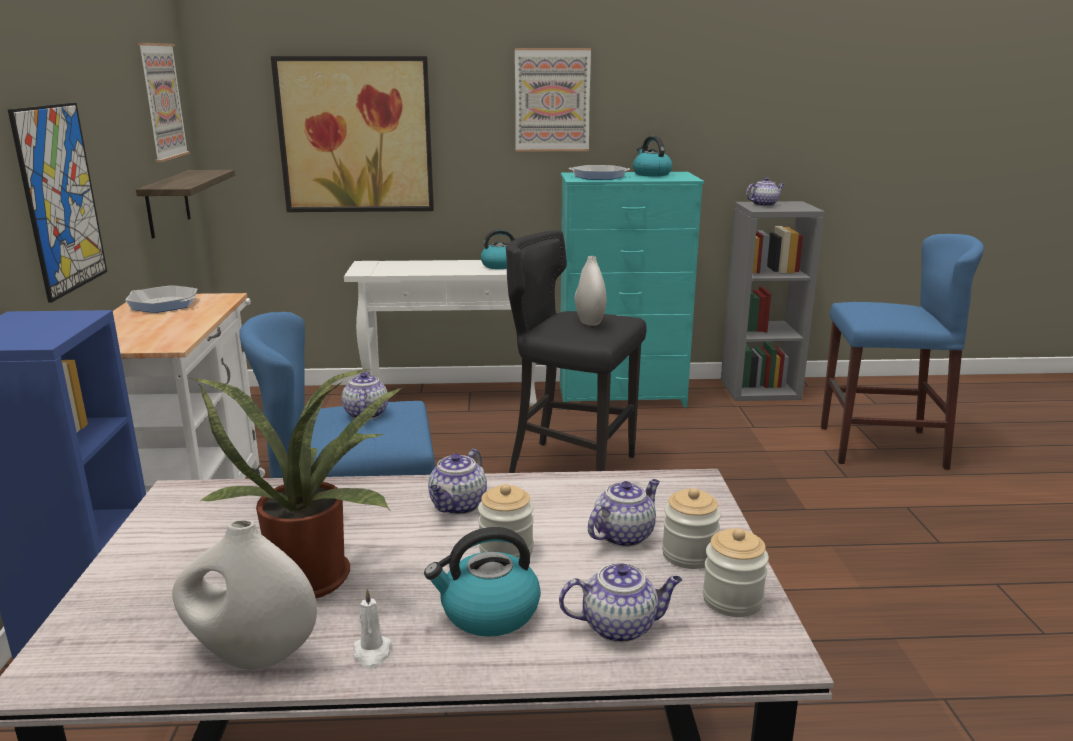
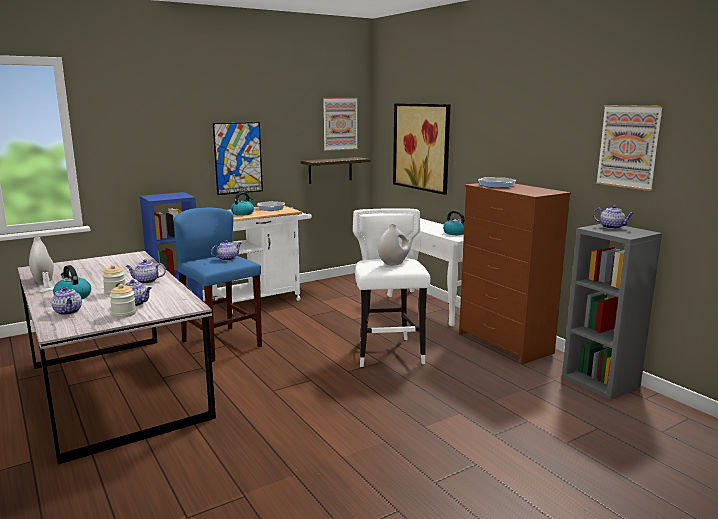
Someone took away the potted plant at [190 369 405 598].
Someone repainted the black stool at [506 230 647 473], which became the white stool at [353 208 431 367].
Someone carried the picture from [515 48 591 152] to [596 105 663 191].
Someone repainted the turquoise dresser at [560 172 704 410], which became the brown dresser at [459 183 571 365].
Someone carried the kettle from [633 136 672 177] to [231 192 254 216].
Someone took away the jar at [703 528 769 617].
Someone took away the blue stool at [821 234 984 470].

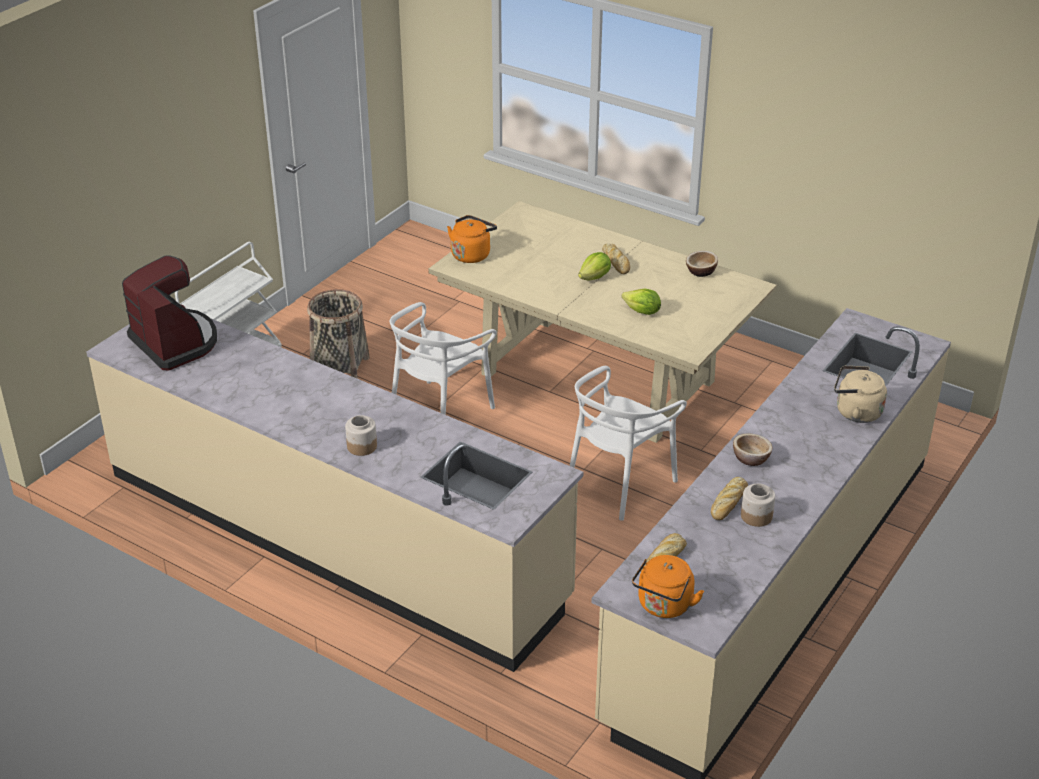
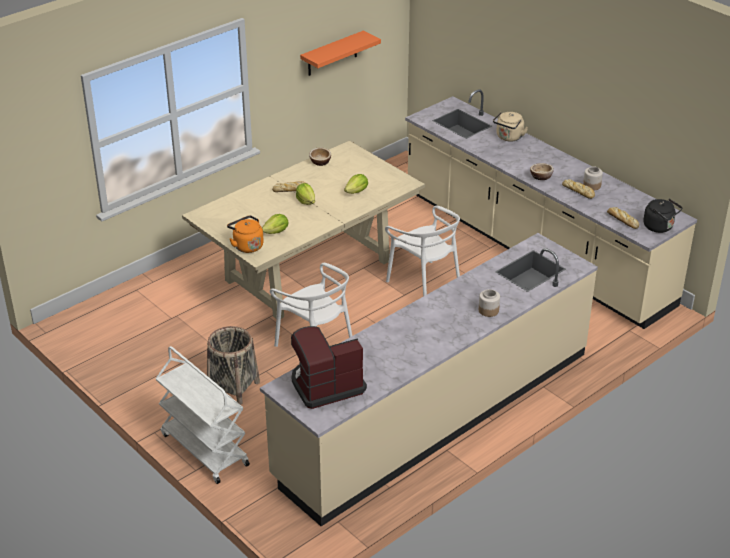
Someone repainted the orange kettle at [632 555 704 618], which became the black kettle at [643 199 683 233].
Someone put down the lettuce at [262 214 289 234].
Someone put up the orange shelf at [300 31 381 76].

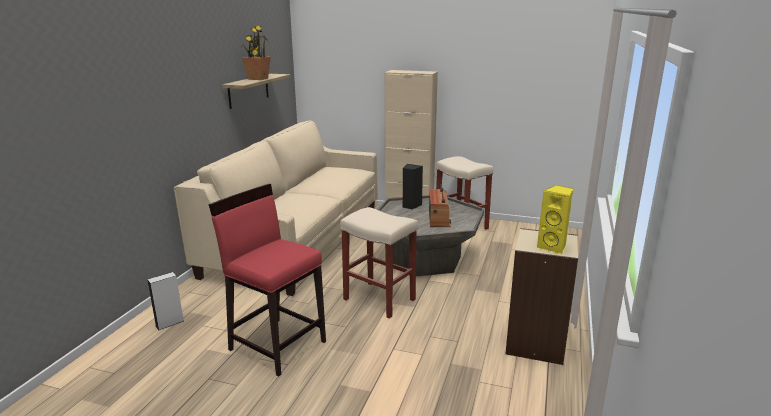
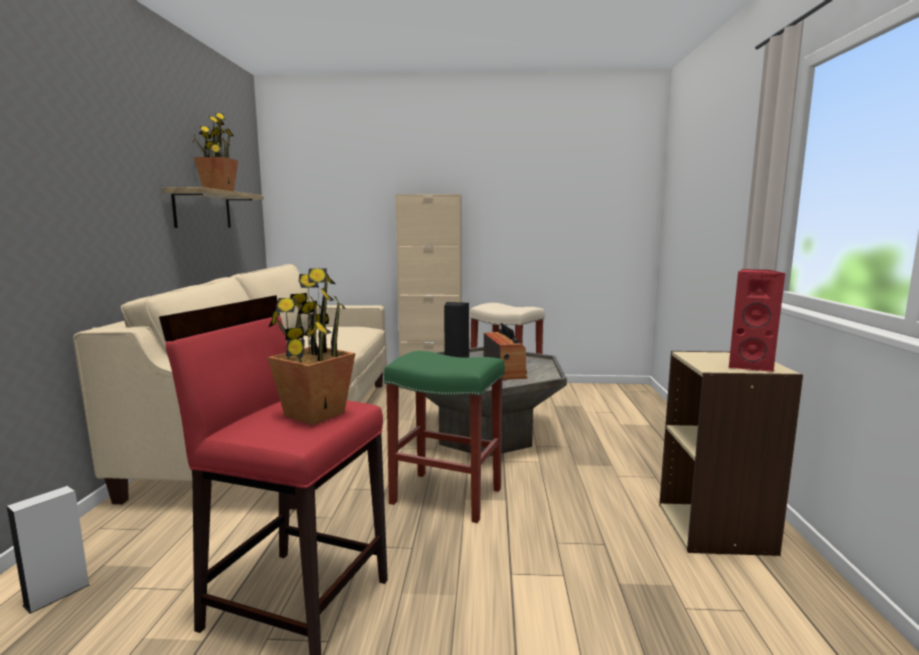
Someone repainted the beige stool at [340 207 418 319], which became the green stool at [384 351 505 523].
Someone repainted the yellow speaker at [537 185 573 254], which became the red speaker at [728 269 785 372].
Someone put down the potted plant at [267 268 356 425].

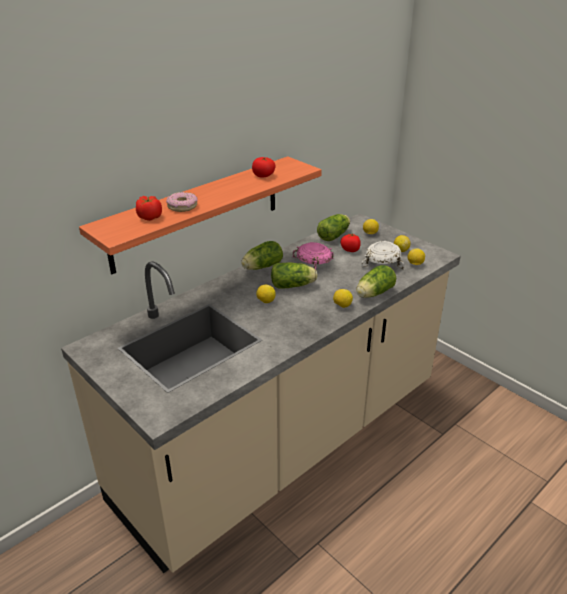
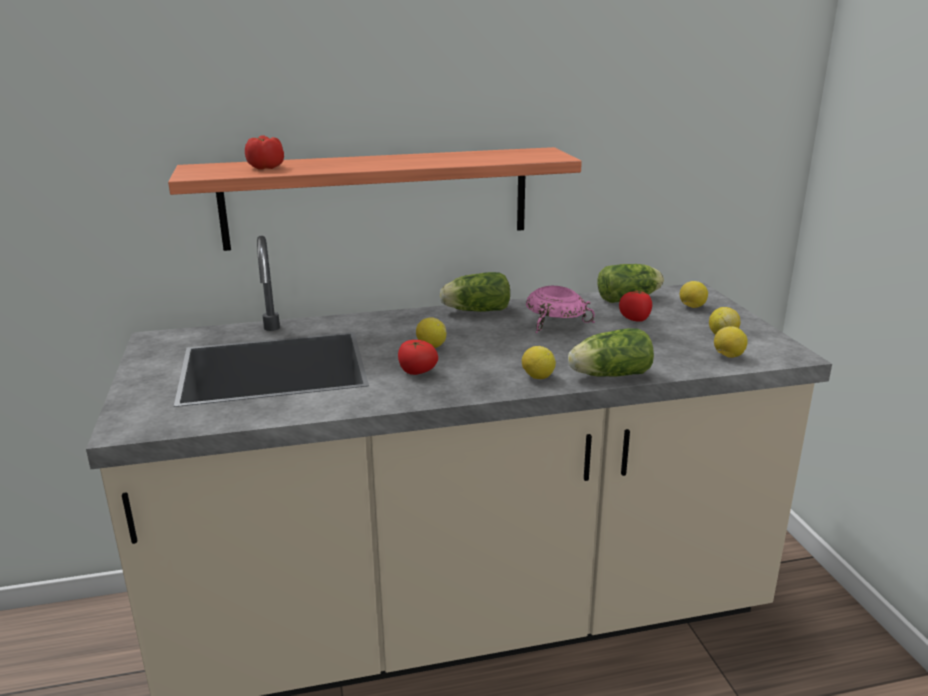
Someone took away the donut at [166 192 198 212].
Someone carried the tomato from [252 157 275 178] to [398 340 438 375].
Someone took away the lettuce at [271 263 318 289].
Someone took away the white bowl at [361 241 404 270].

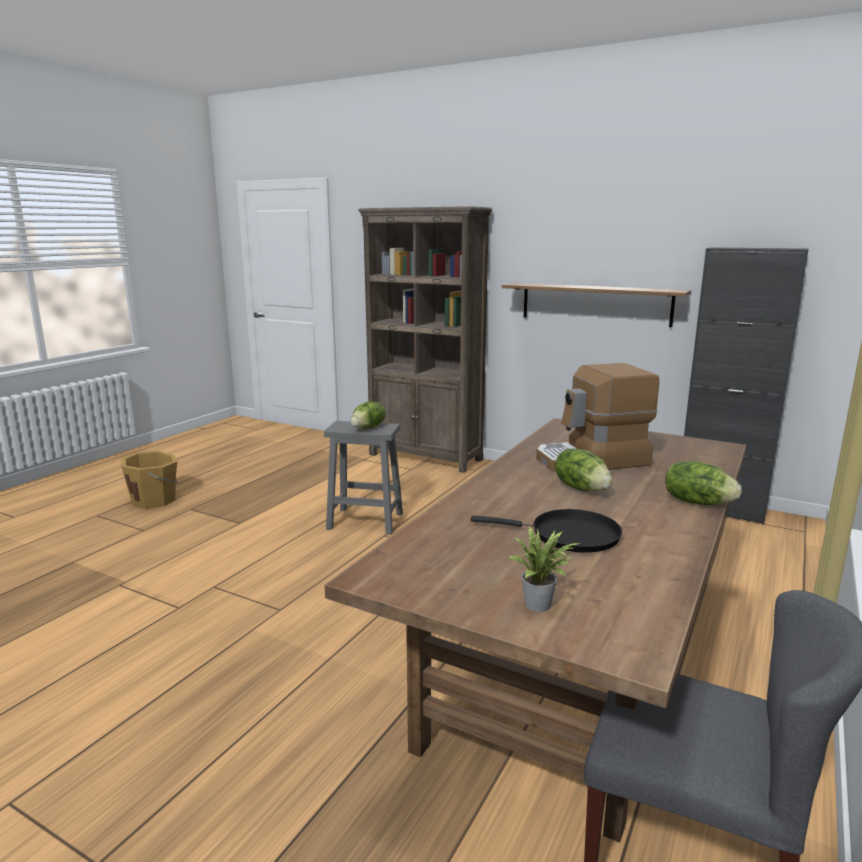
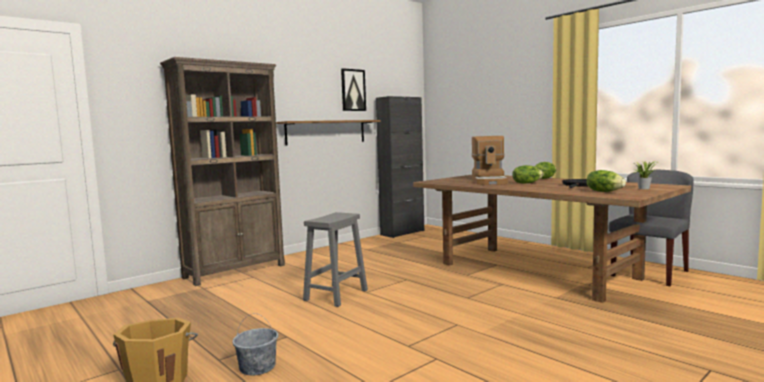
Someone carried the lettuce from [351 401 386 429] to [587 170 626 192].
Someone put down the grey bucket at [232 313 278 375].
Someone put up the picture at [341 68 366 111].

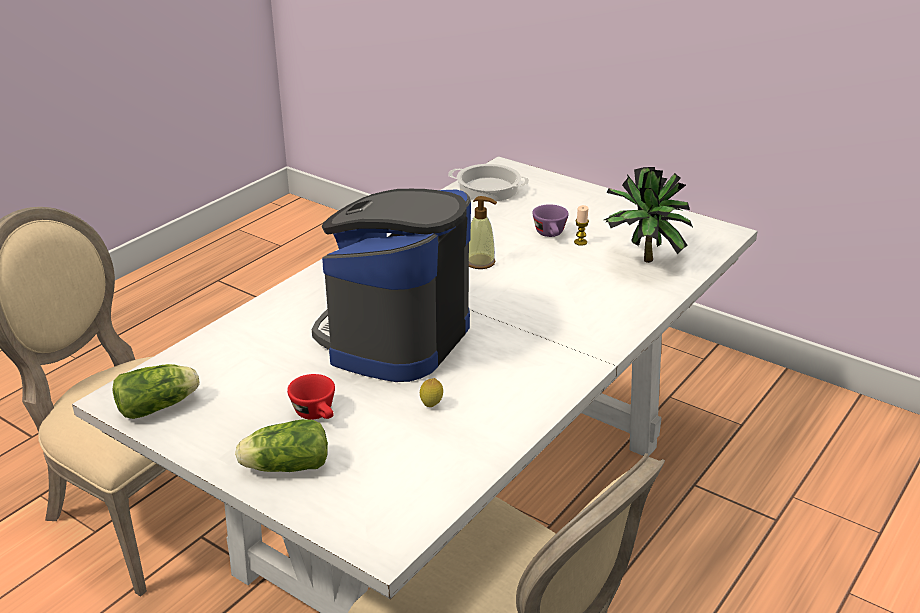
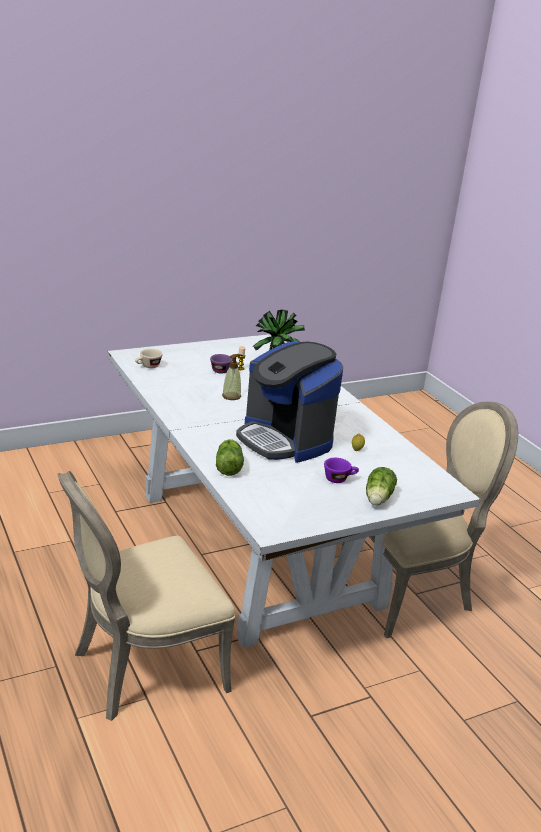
Someone carried the lettuce from [112 364 200 419] to [216 439 244 476].
Someone repainted the red cup at [287 374 335 420], which became the purple cup at [324 458 359 483].
Someone swapped the cooking pot at [448 164 529 202] for the beige cup at [135 349 162 368].

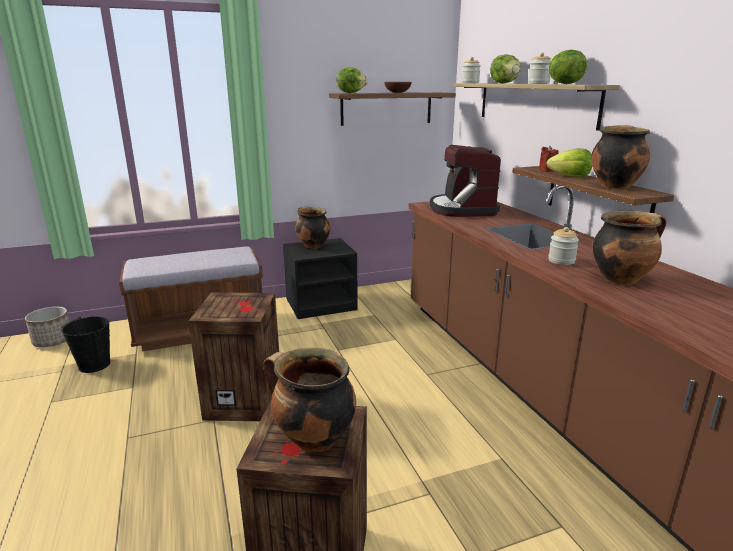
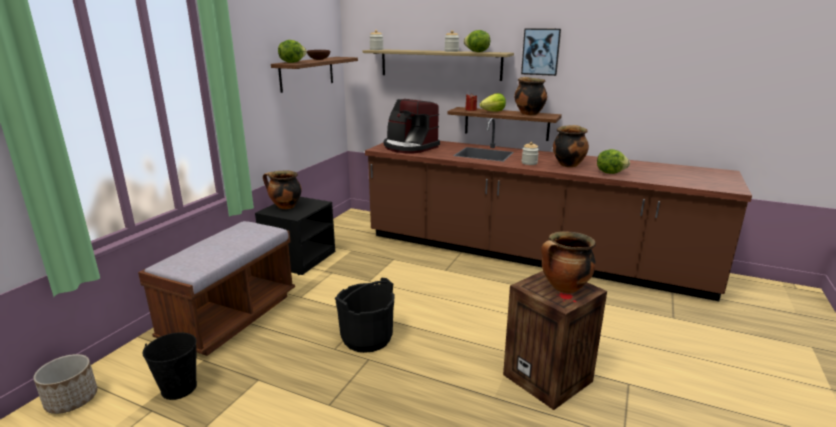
Someone swapped the crate at [188 292 279 421] for the black bucket at [335 278 394 353].
Someone carried the lettuce from [490 54 521 83] to [597 149 630 174].
Someone put up the picture at [521 28 561 76].

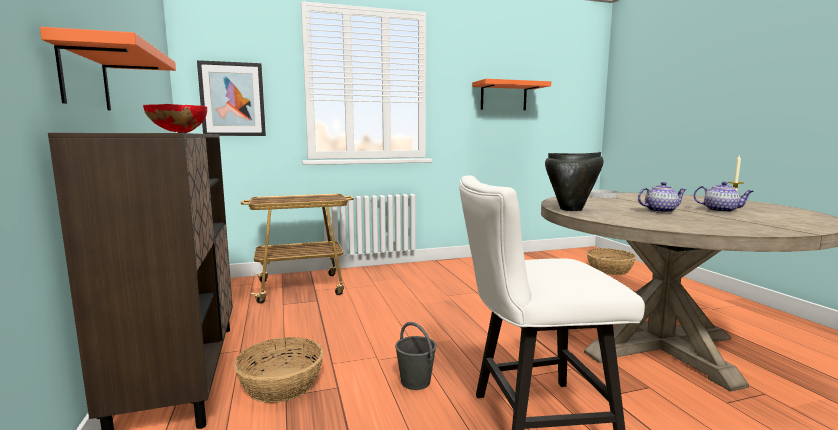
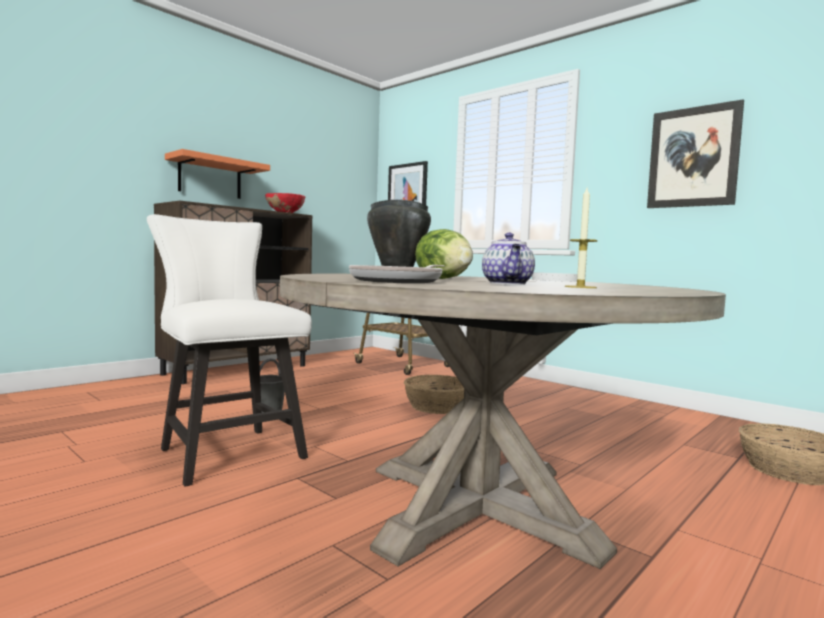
Someone carried the basket from [234 337 324 403] to [404 375 464 414].
Someone swapped the orange shelf at [472 79 551 110] for the picture at [647 99 744 208].
Someone swapped the teapot at [638 182 686 213] for the lettuce at [415 229 473 279].
Someone put down the frying pan at [349 265 445 283].

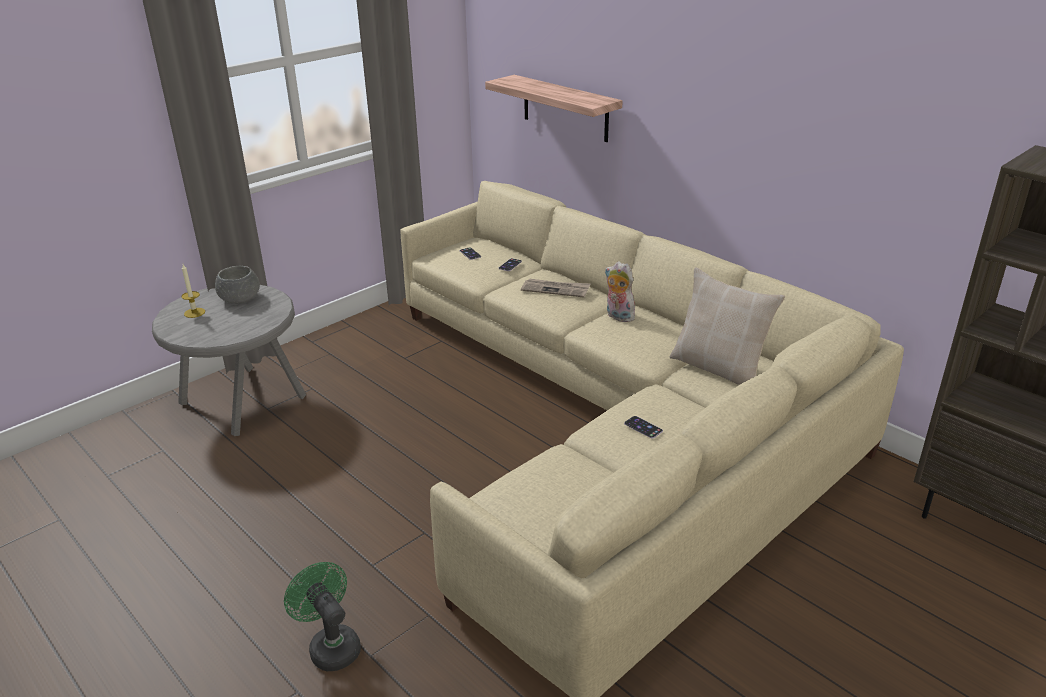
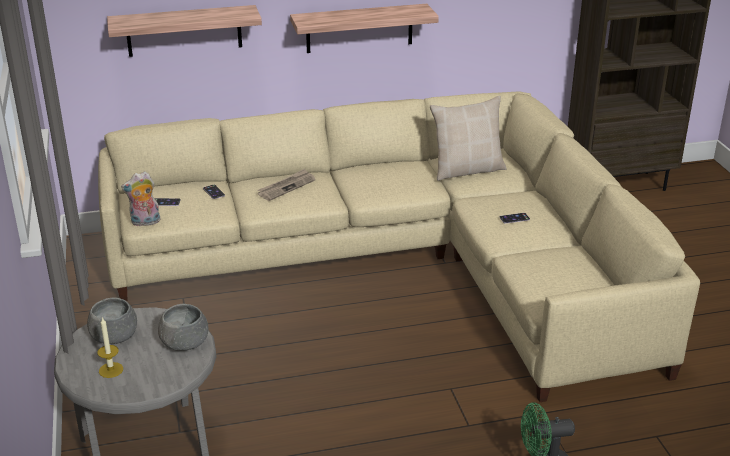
Someone carried the plush toy from [605 261 635 322] to [121 171 161 226].
Someone put down the grey bowl at [158 304 208 351].
Someone put up the shelf at [290 4 439 53].

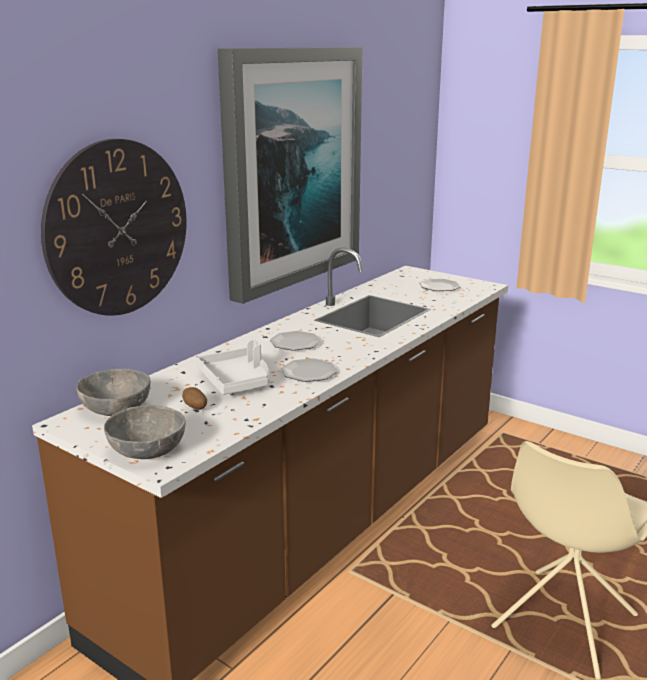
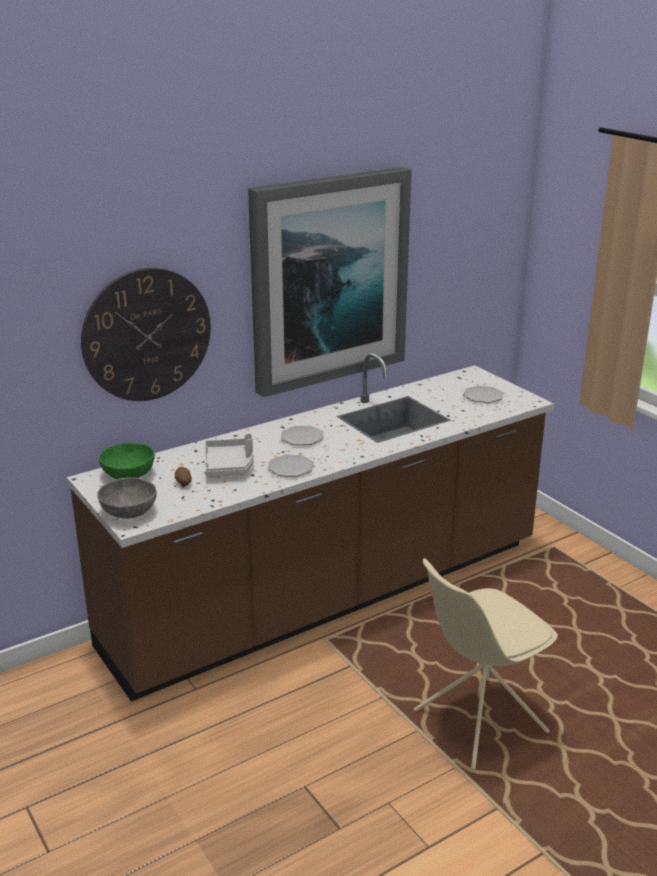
Someone repainted the grey bowl at [76 369 150 416], which became the green bowl at [99 443 155 479].

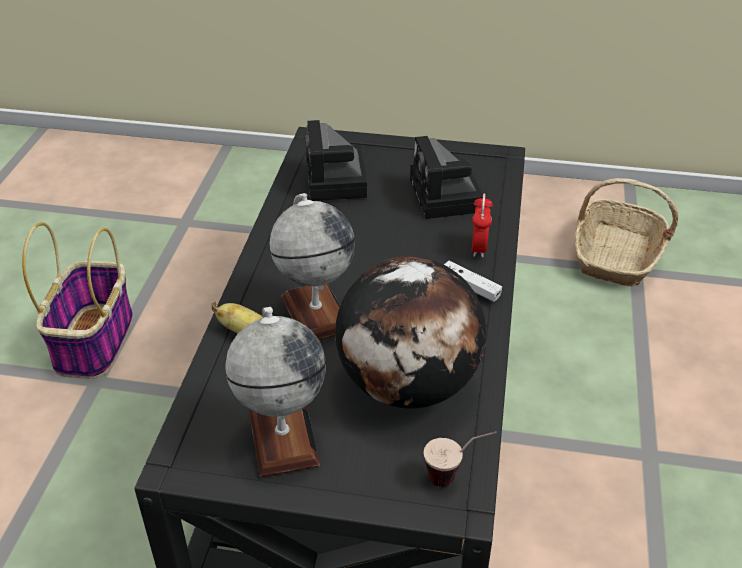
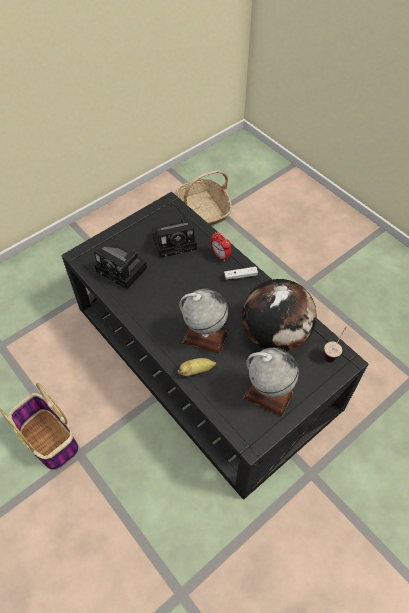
Someone rotated the photo camera at [410 136 483 219] by 45 degrees counterclockwise.

